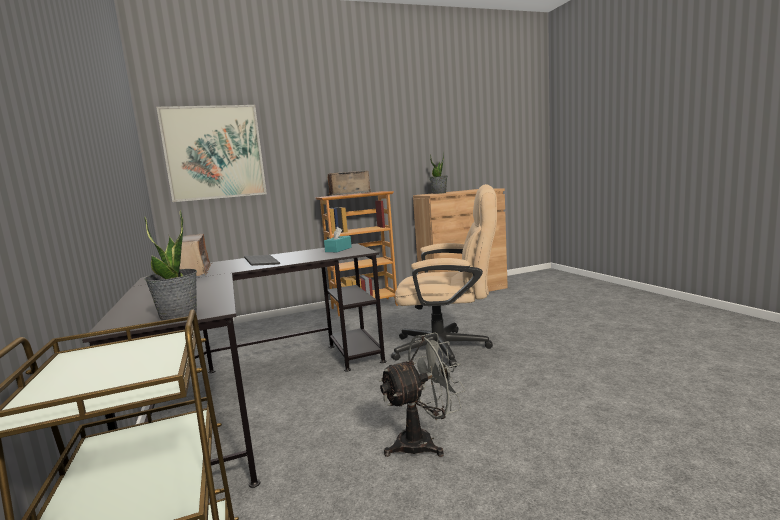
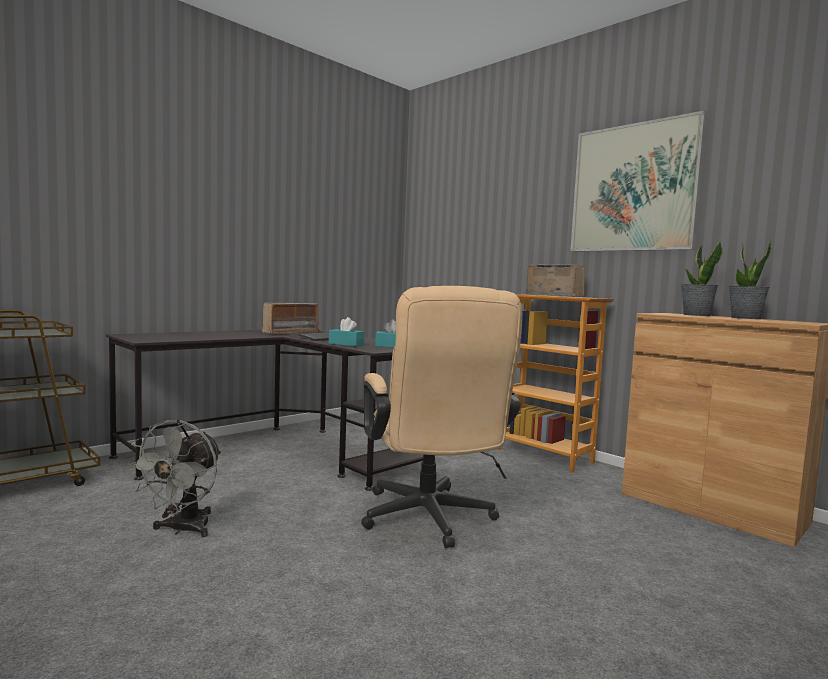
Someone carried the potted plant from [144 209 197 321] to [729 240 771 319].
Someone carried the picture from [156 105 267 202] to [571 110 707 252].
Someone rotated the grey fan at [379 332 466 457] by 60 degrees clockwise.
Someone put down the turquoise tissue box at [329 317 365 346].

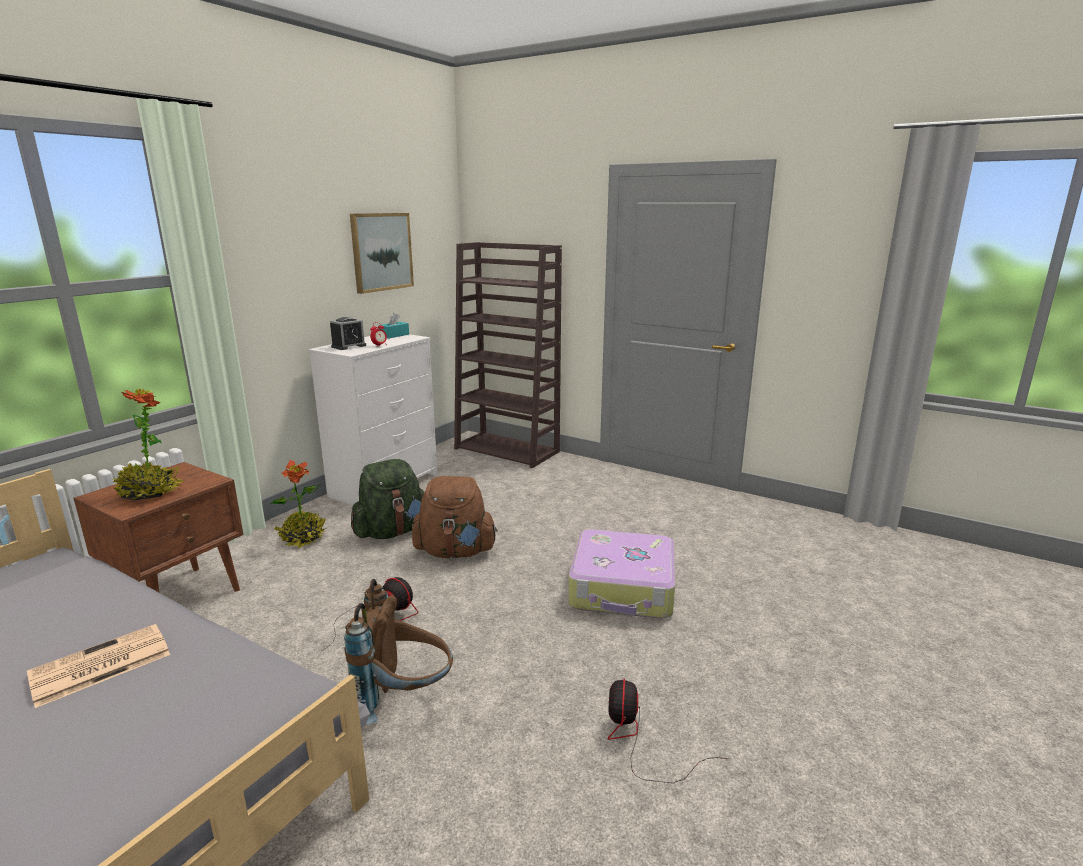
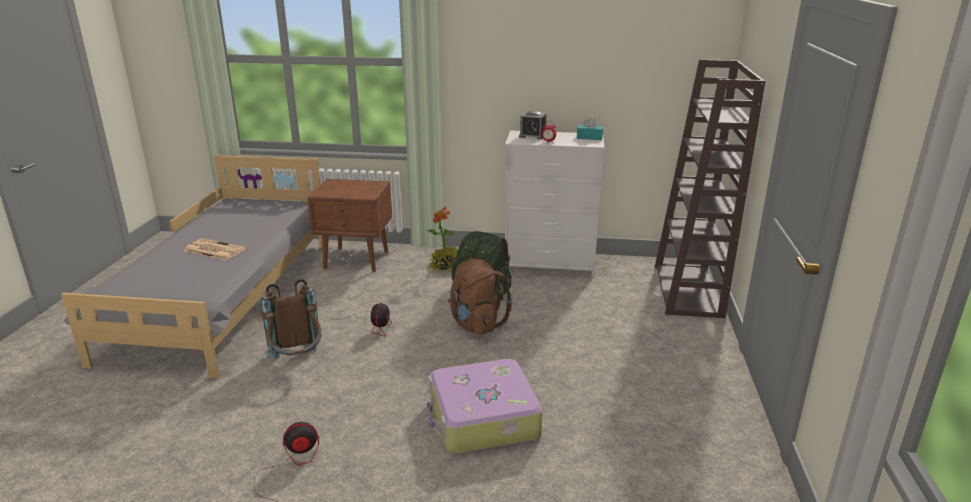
Someone took away the potted plant at [113 388 184 500].
Someone took away the picture at [350 213 414 294].

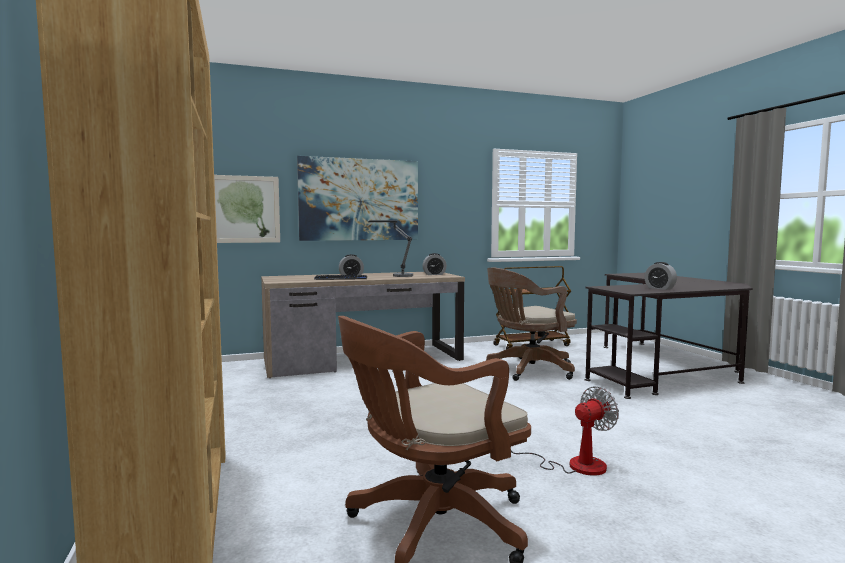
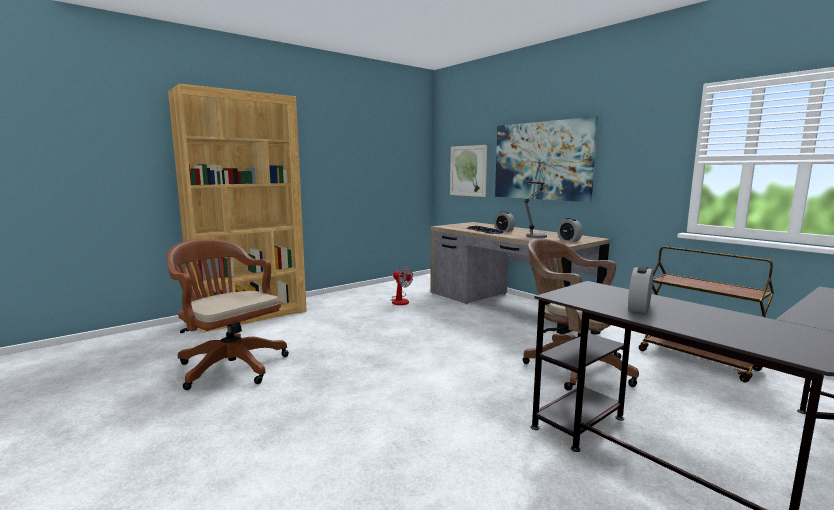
Someone carried the fan from [511 386 619 476] to [391 266 413 305].

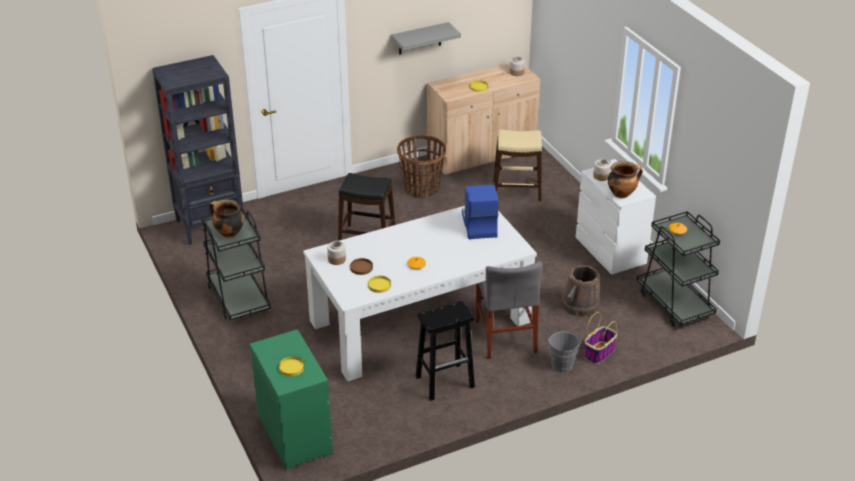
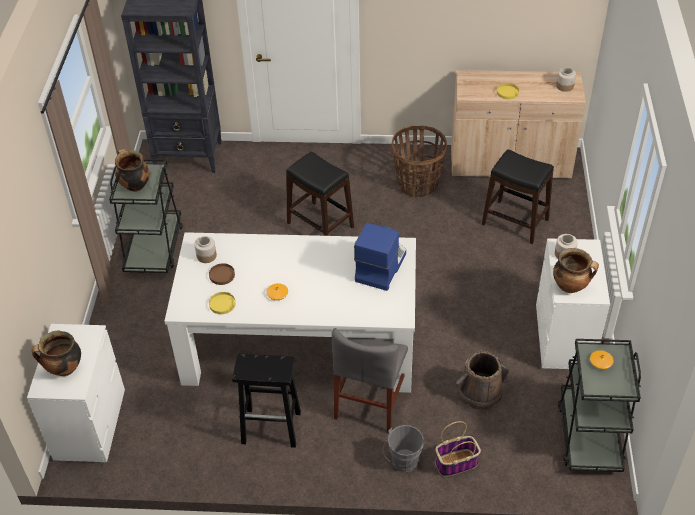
Someone repainted the green dresser at [250 329 333 470], which became the white dresser at [27 324 125 463].
Someone swapped the yellow plate at [279 356 304 376] for the cooking pot at [32 331 81 376].
Someone took away the grey shelf at [391 22 461 55].
Someone repainted the beige stool at [493 129 542 201], which became the black stool at [482 149 554 244].

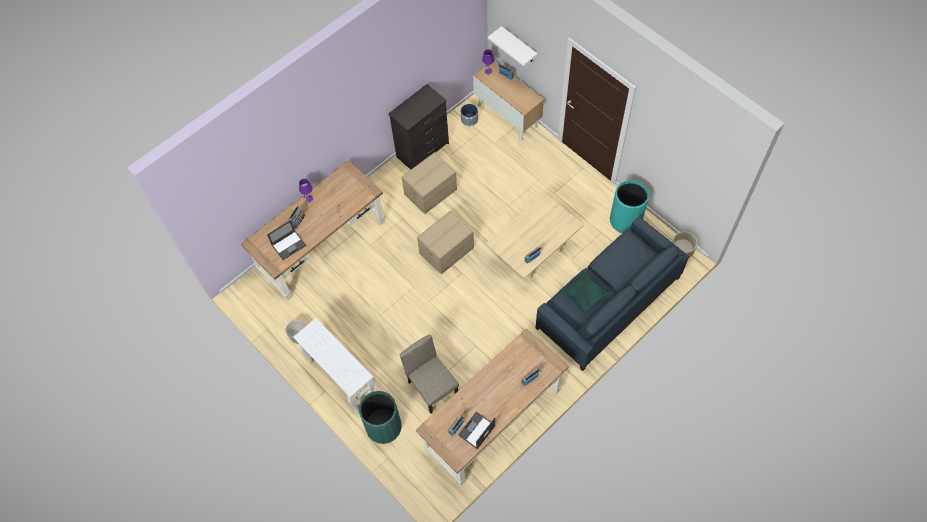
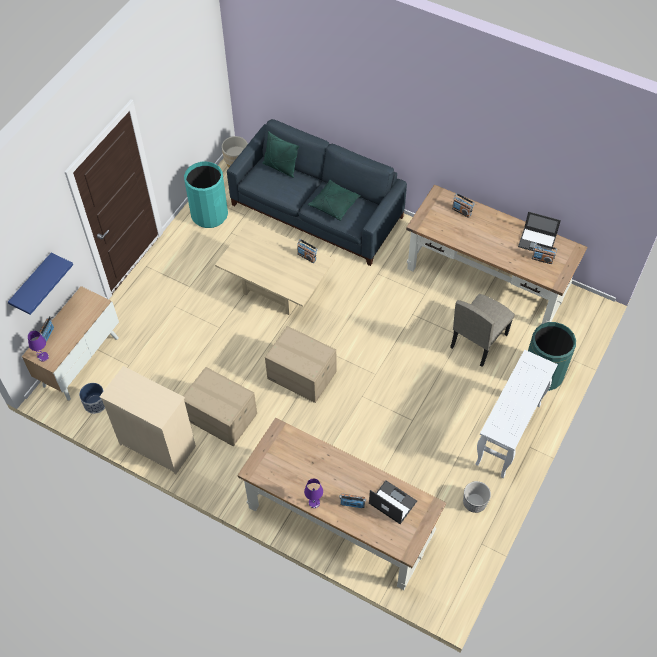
Someone repainted the black dresser at [388 84 449 170], which became the beige dresser at [100 366 196 475].
Someone repainted the white shelf at [488 26 537 66], which became the blue shelf at [8 253 73 315].
Someone put down the green pillow at [262 131 299 178].

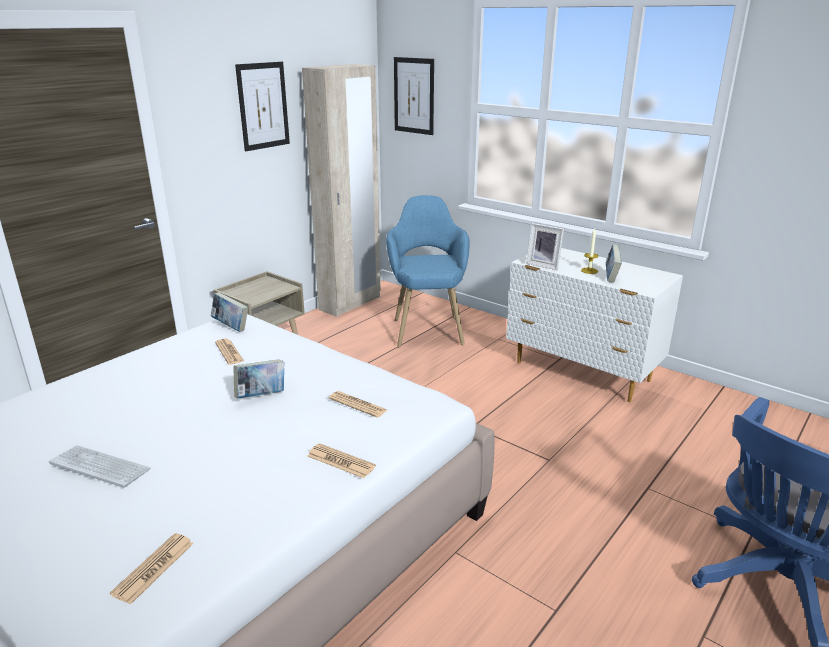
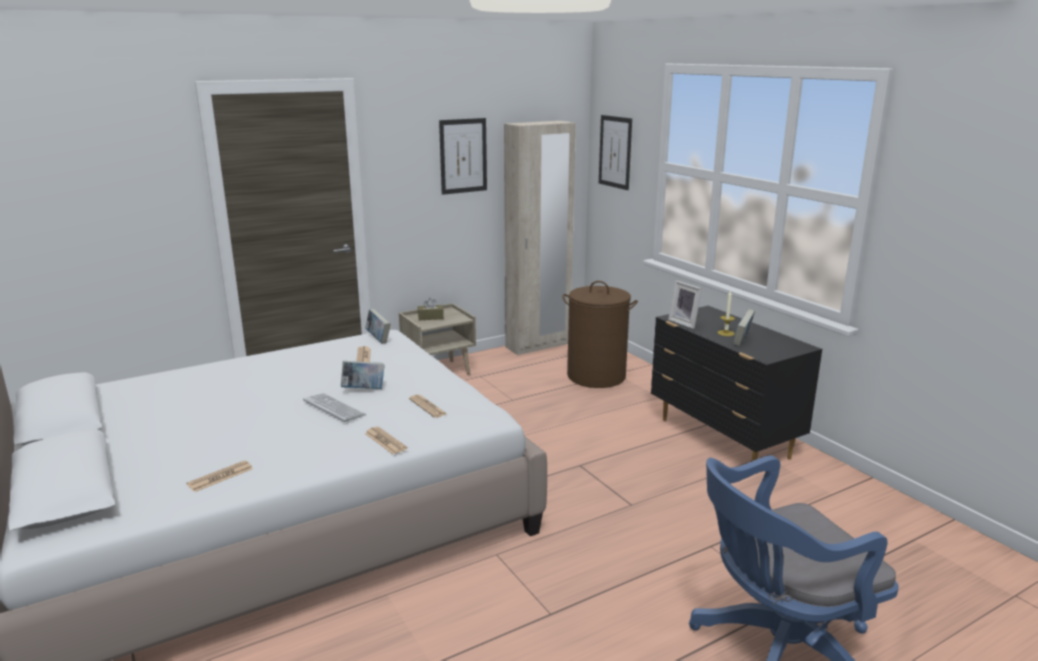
Someone carried the keyboard from [49 446 151 488] to [303 393 366 422].
Someone swapped the blue armchair at [386 195 470 347] for the brown laundry basket at [562 281 638 388].
Someone repainted the white dresser at [506 248 683 402], which became the black dresser at [651 306 822 461].
Someone put down the brown tissue box at [418 298 444 320].

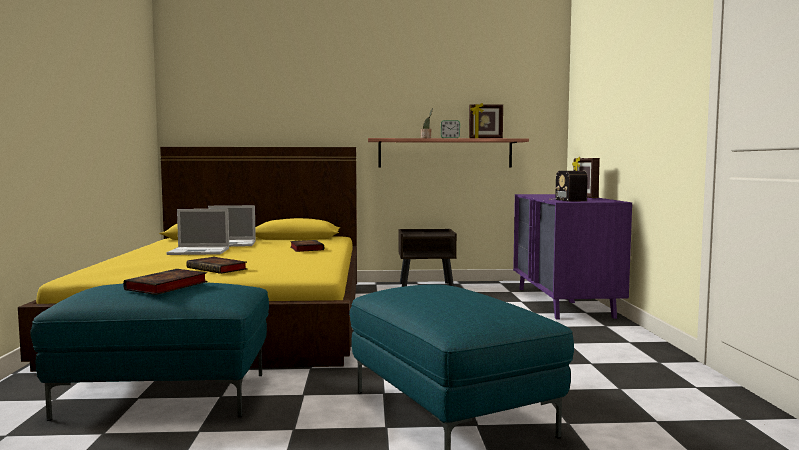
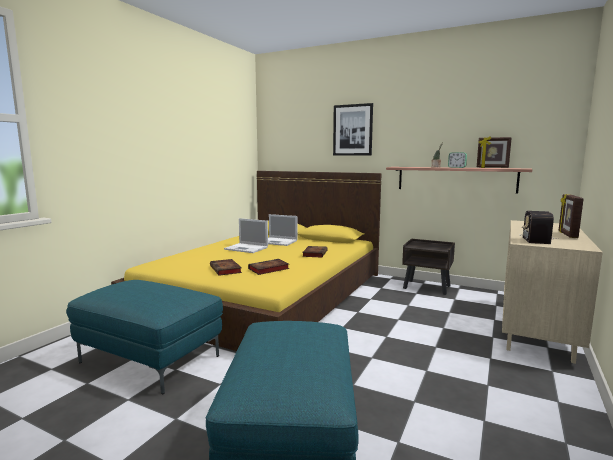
Someone carried the book from [123 269 208 295] to [248 259 290 275].
Someone repainted the purple dresser at [513 194 632 319], which became the beige dresser at [502 220 603 364].
Someone put up the picture at [333 103 373 156].

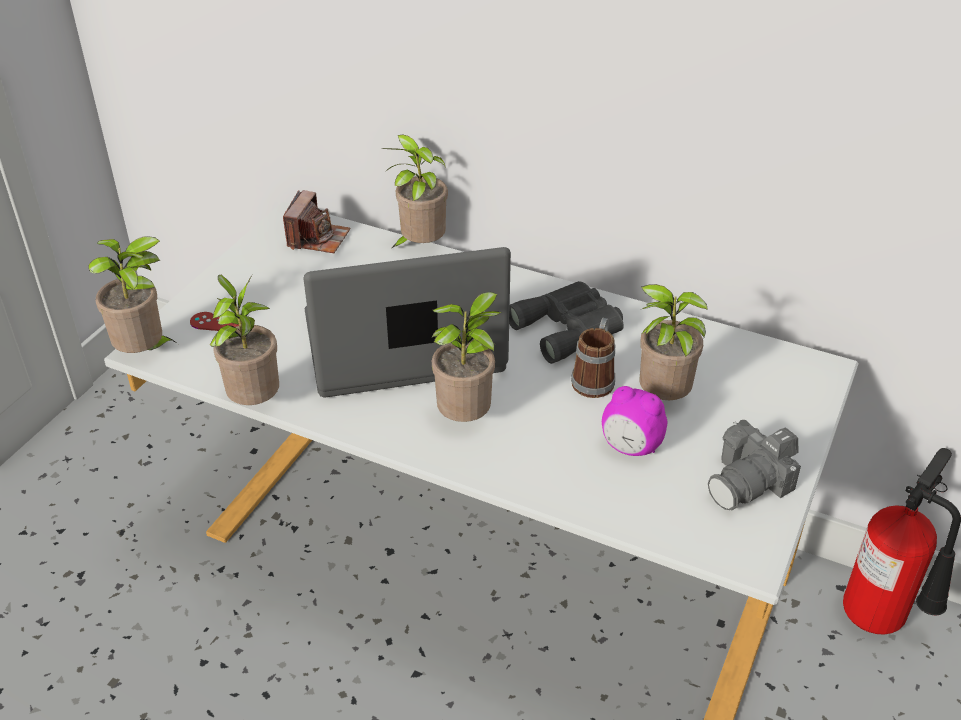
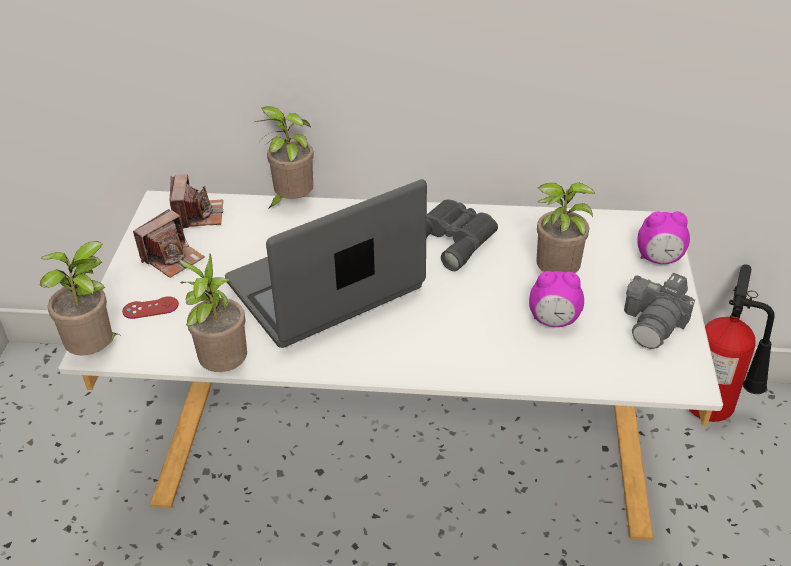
Someone took away the potted plant at [431 292 501 422].
Someone took away the mug at [571 318 615 398].
Someone put down the photo camera at [133 209 205 278].
Someone put down the alarm clock at [637 211 690 264].

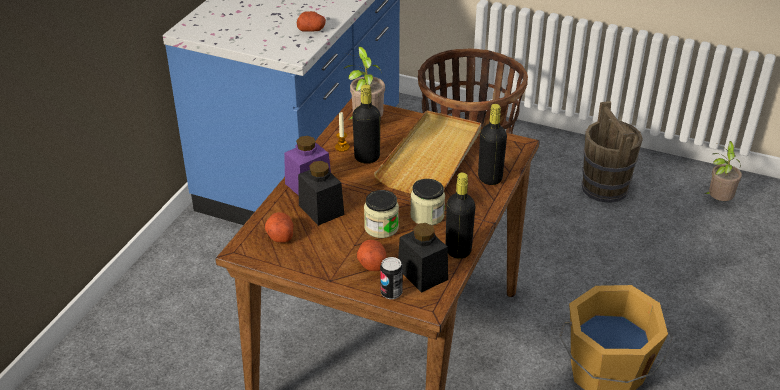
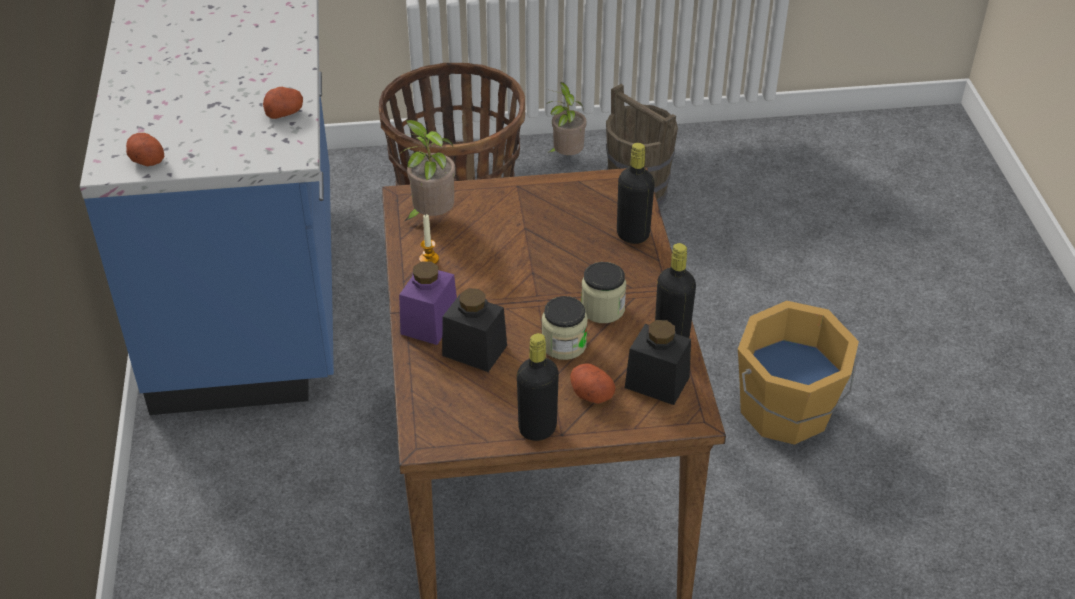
Someone carried the potato from [265 212 294 242] to [126 133 164 166].
Someone carried the black bottle from [352 84 380 164] to [517 333 559 441].
Someone took away the beige tray at [374 110 481 194].
Someone took away the can at [380 257 403 299].
Someone carried the potted plant from [704 141 742 201] to [546 82 587 155].

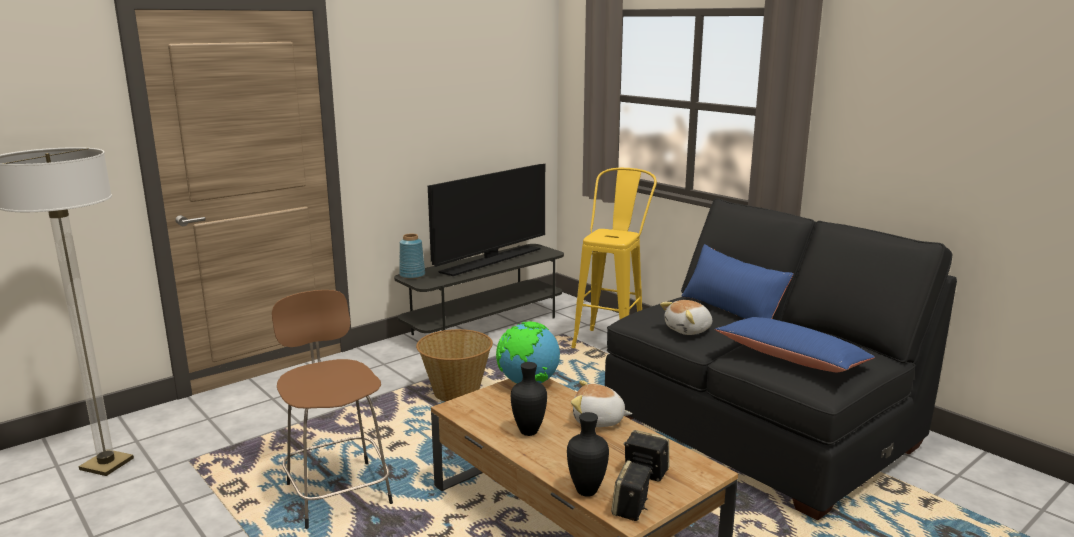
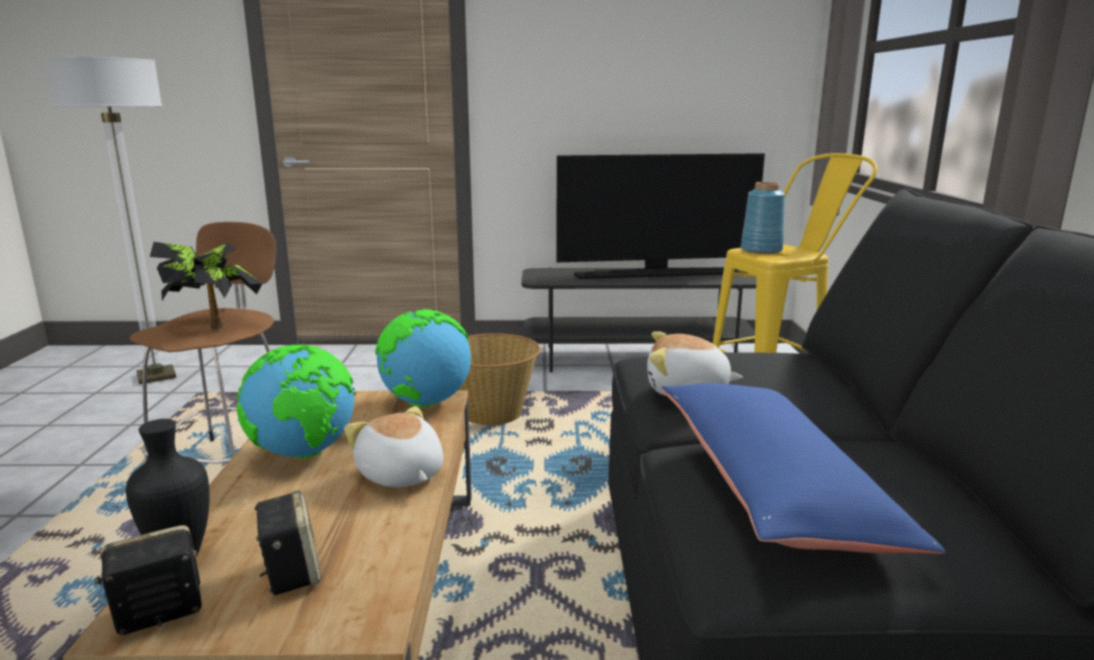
Someone carried the blue vase from [399 233 425 279] to [741 182 785 254].
Someone swapped the black vase at [511 362 547 436] for the globe at [236 345 356 459].
Someone took away the blue pillow at [682 244 794 319].
Someone put down the potted plant at [150 242 263 330].

